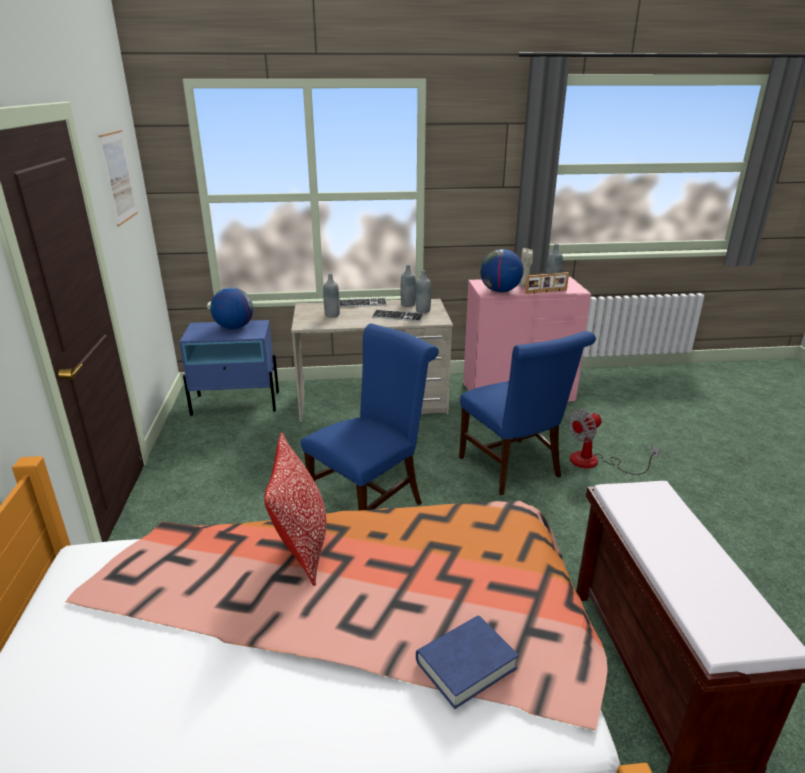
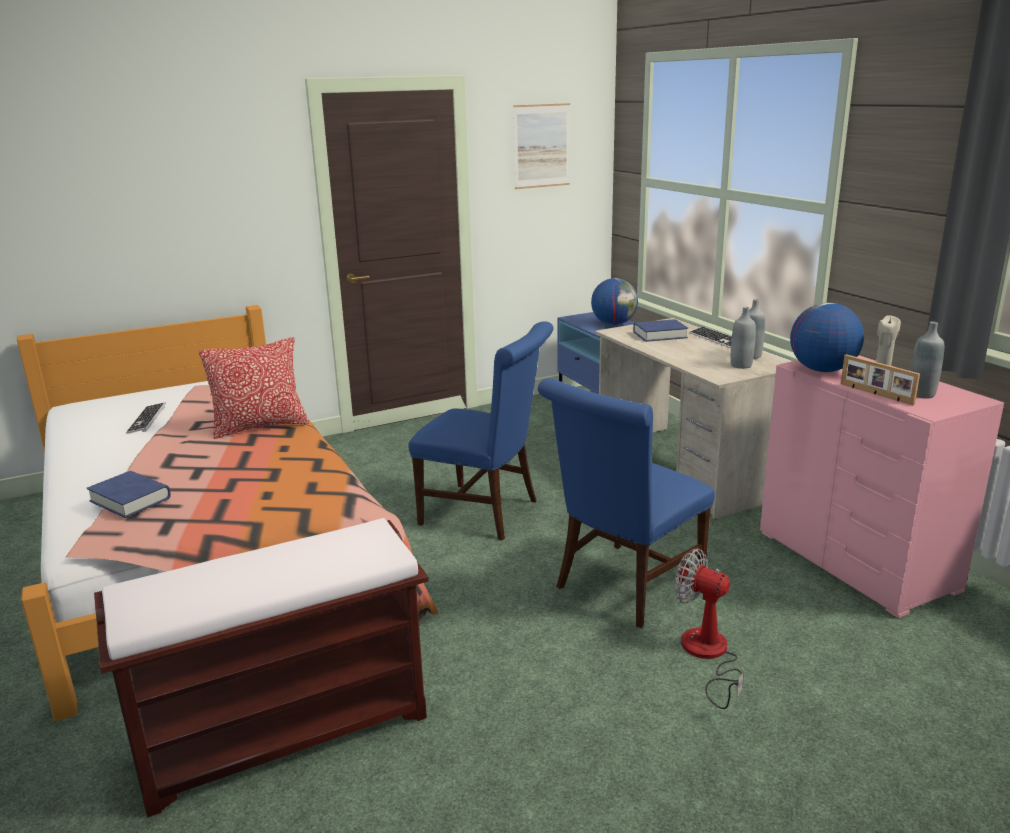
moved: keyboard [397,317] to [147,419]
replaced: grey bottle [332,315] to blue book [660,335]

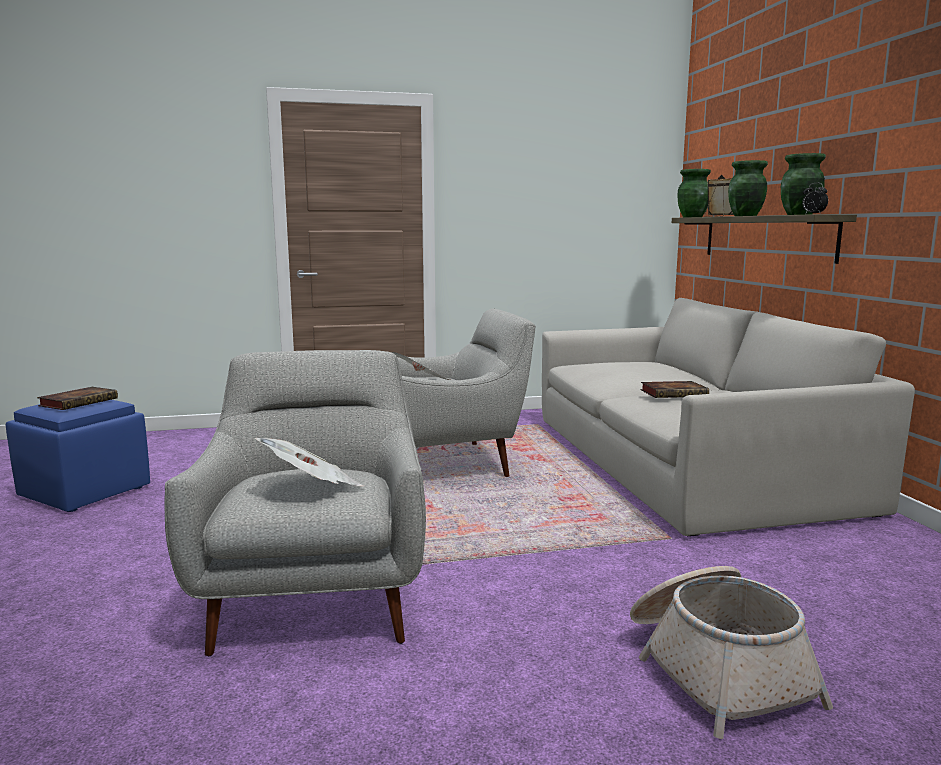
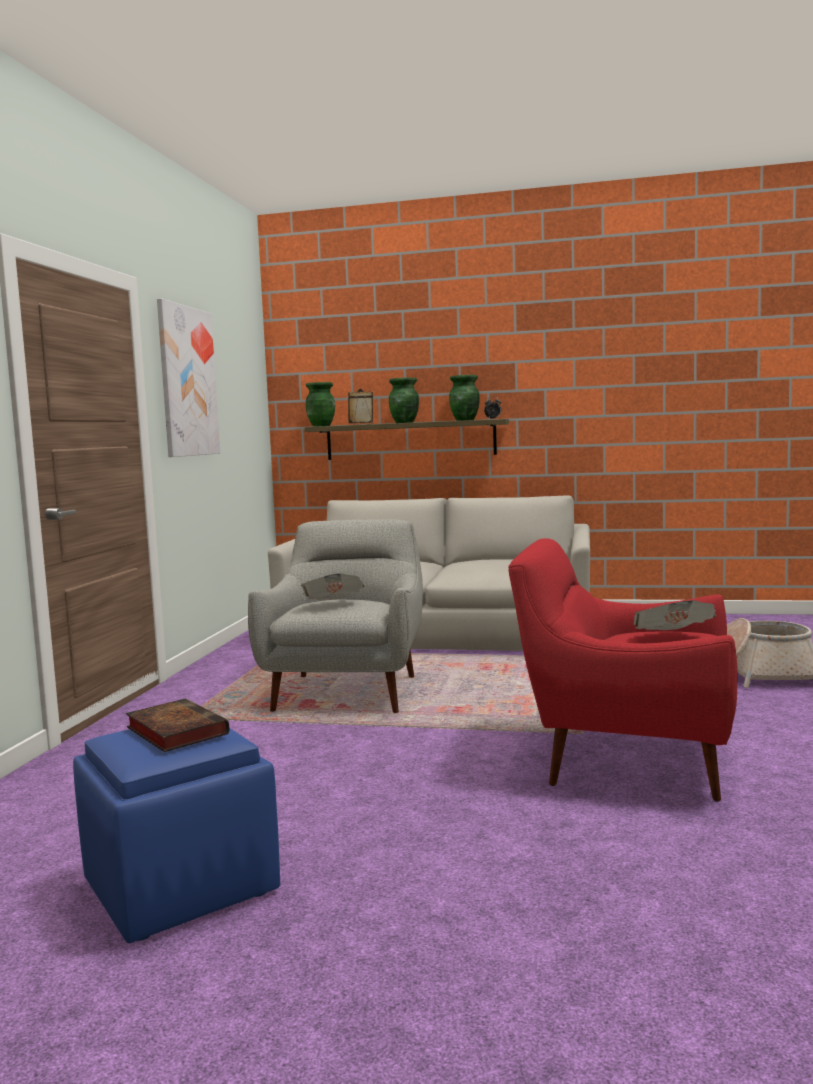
removed: book [675,393]
added: picture [187,381]
recoloured: grey armchair [316,596] to red armchair [624,759]

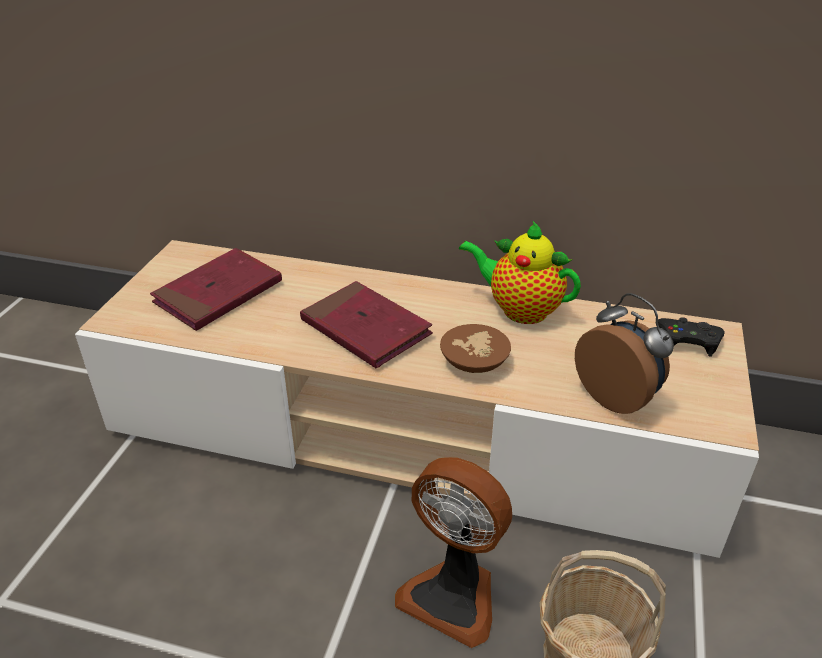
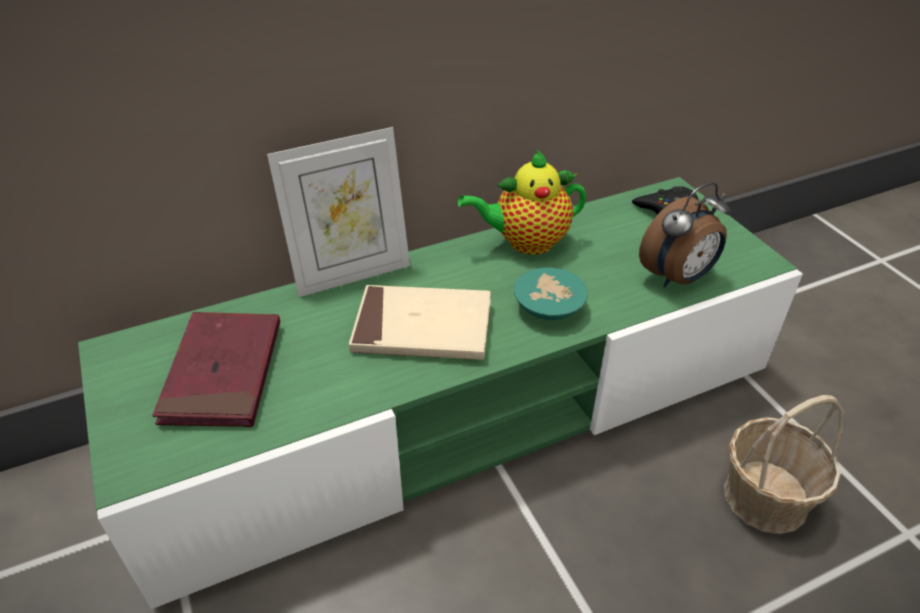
removed: fan [453,595]
added: picture frame [351,274]
recoloured: beige tv stand [411,430] to green tv stand [460,407]; red book [365,329] to beige book [422,328]; brown bowl [475,360] to turquoise bowl [548,305]
turned: alarm clock [617,397] = [678,278] 135 degrees clockwise

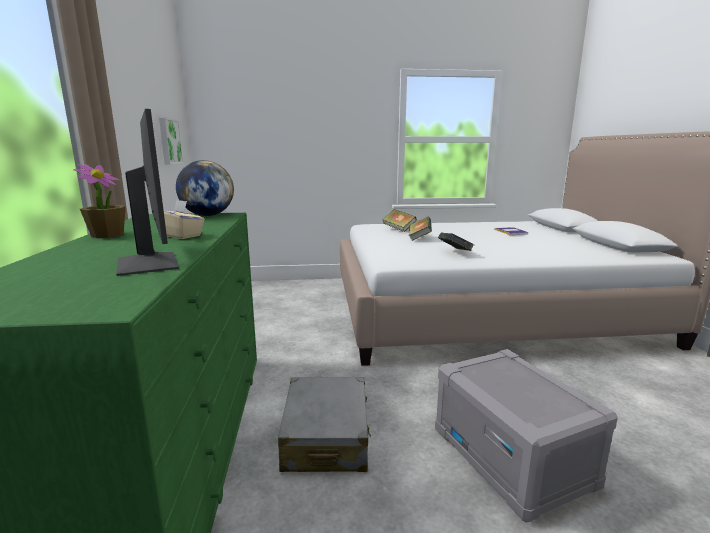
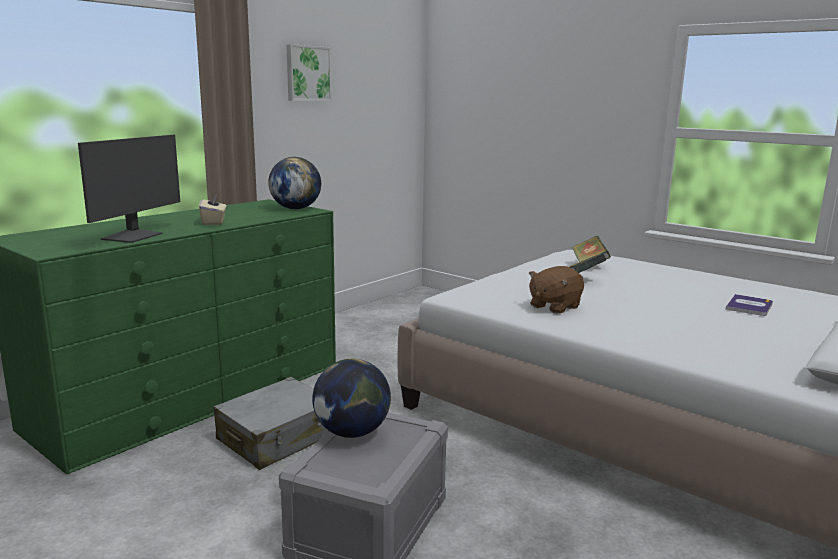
removed: potted plant [107,235]
added: globe [352,432]
moved: picture [169,141] to [307,73]
replaced: book [454,253] to brown plush toy [554,306]

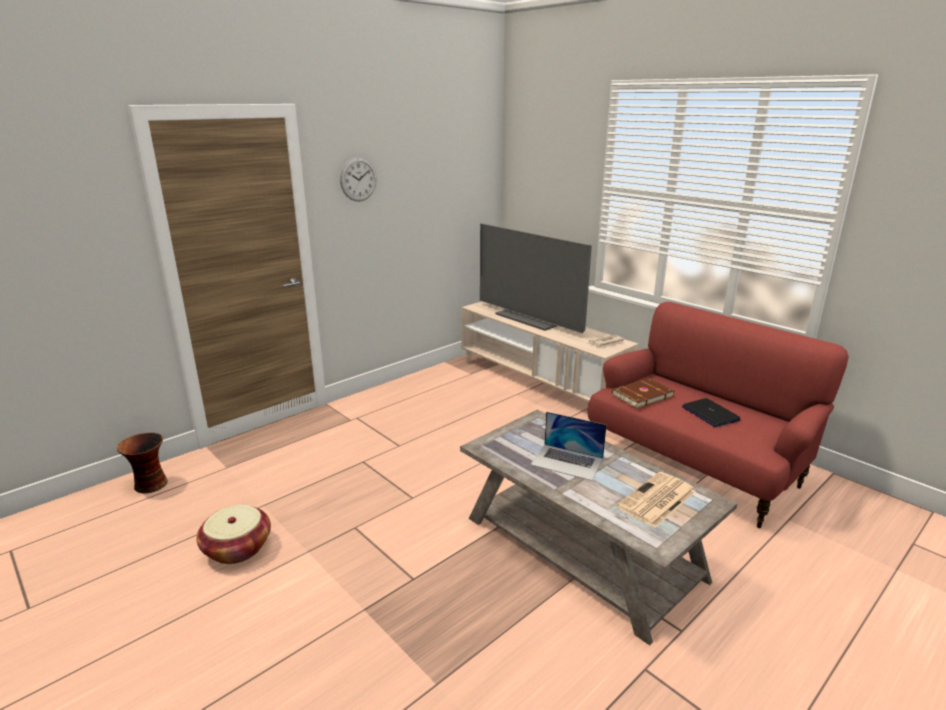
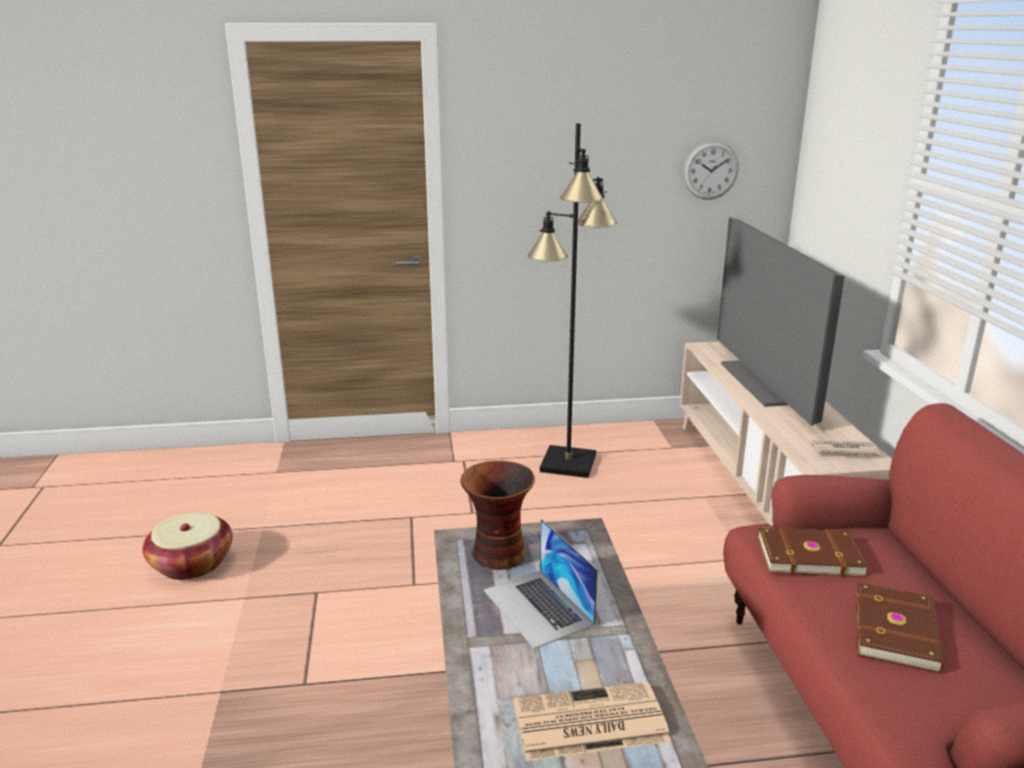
added: black floor lamp [567,463]
moved: vase [150,485] to [497,555]; wall clock [358,179] to [710,170]
replaced: laptop [710,413] to brown book [898,630]

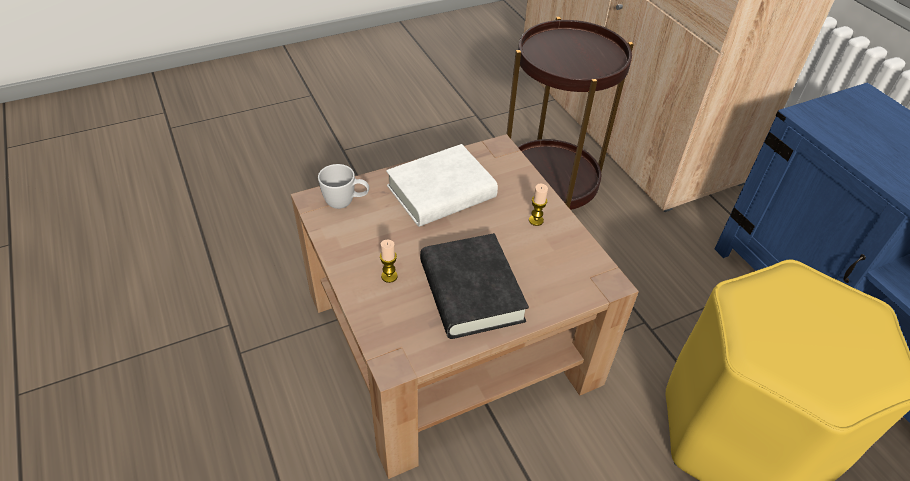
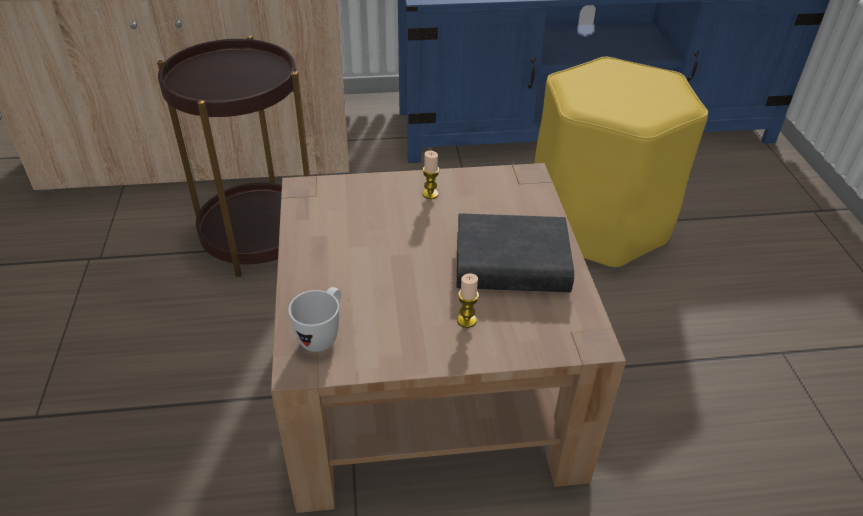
removed: white book [441,192]

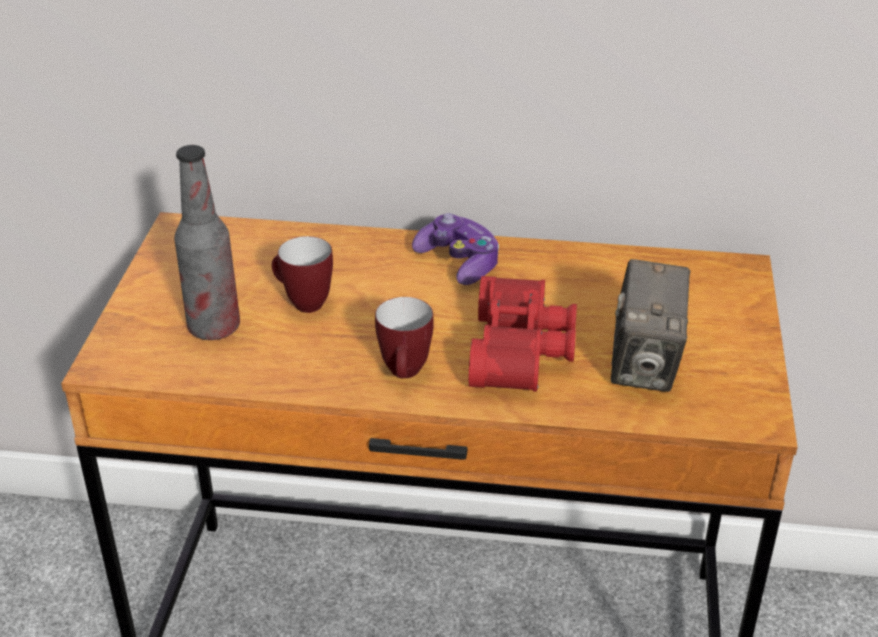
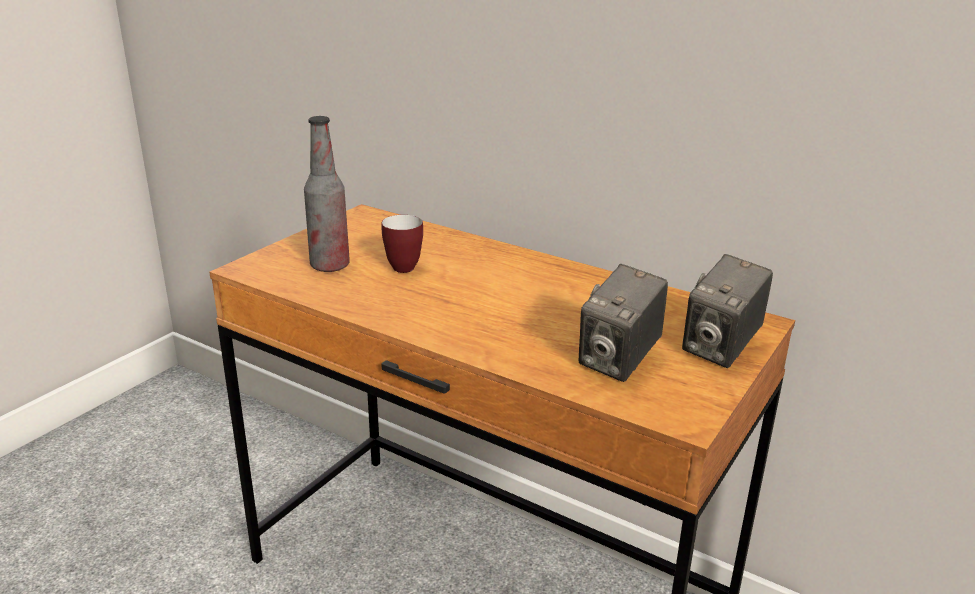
removed: mug [405,375]; game controller [459,262]; red binoculars [523,351]
added: photo camera [720,349]

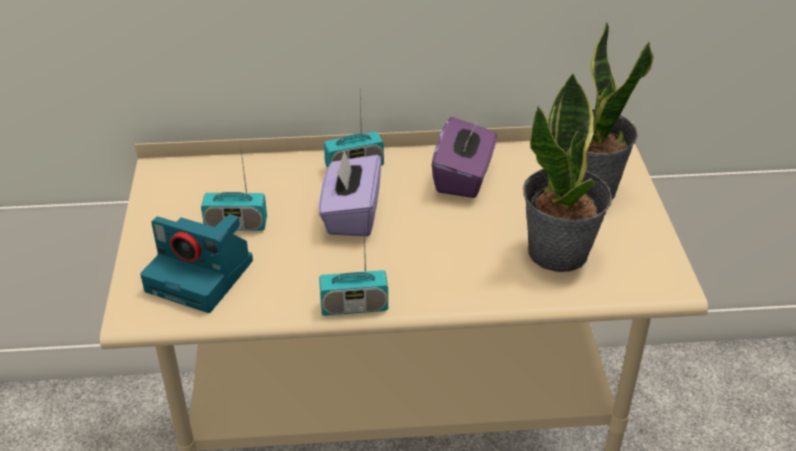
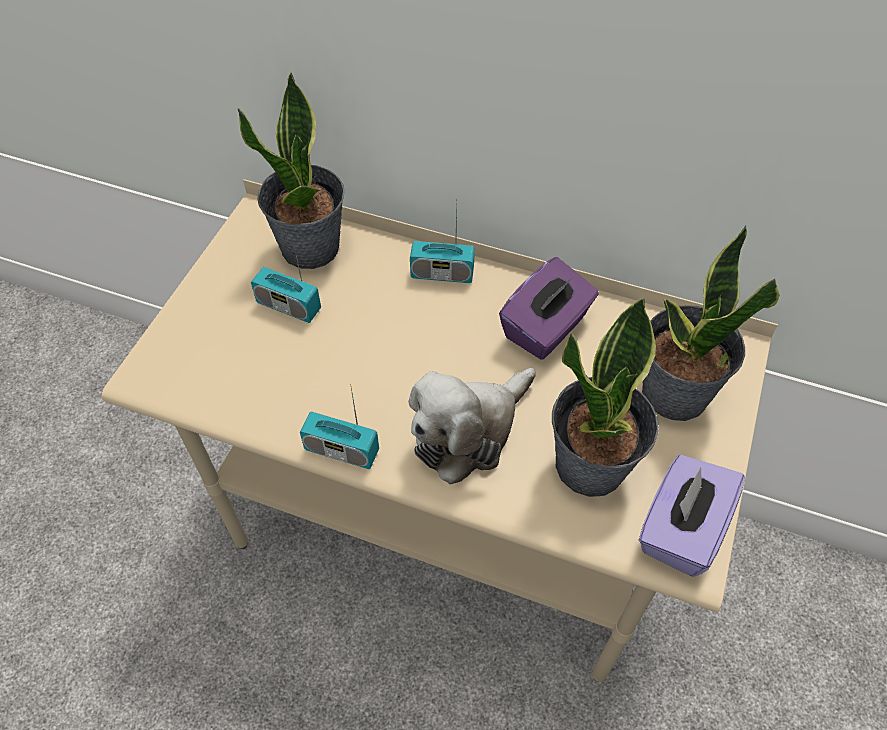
removed: photo camera [202,276]
added: potted plant [311,248]; plush toy [469,431]
moved: purple tissue box [351,215] to [680,529]

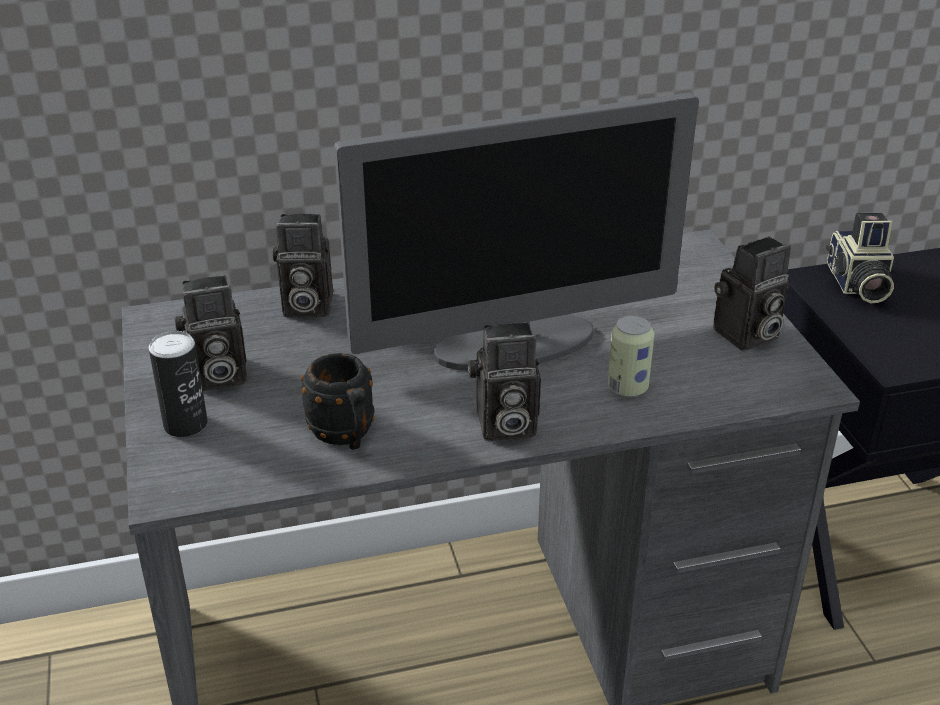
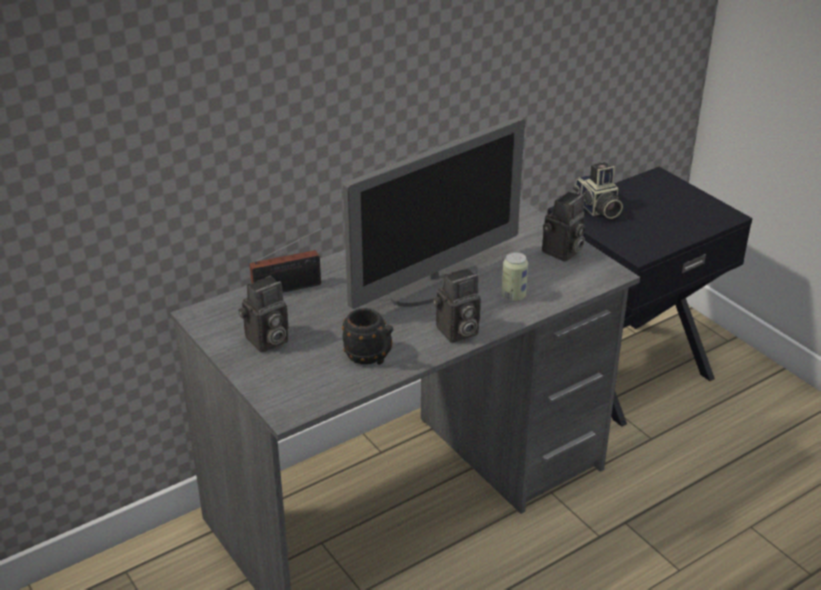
removed: can [185,424]
replaced: photo camera [304,307] to radio [291,288]

